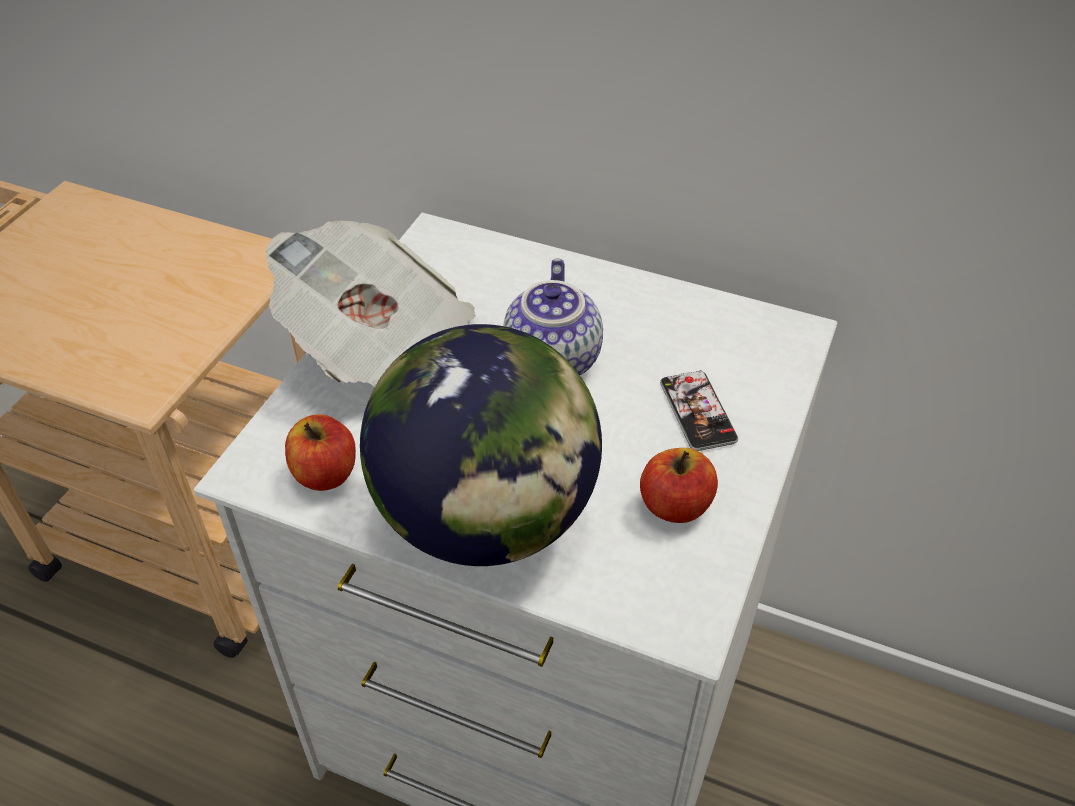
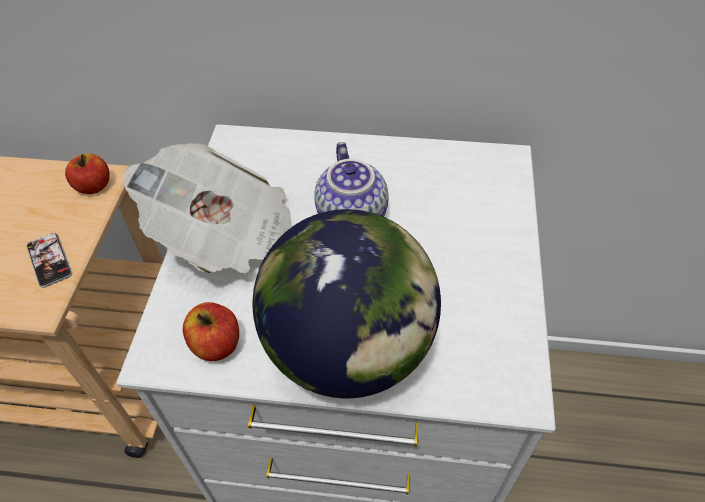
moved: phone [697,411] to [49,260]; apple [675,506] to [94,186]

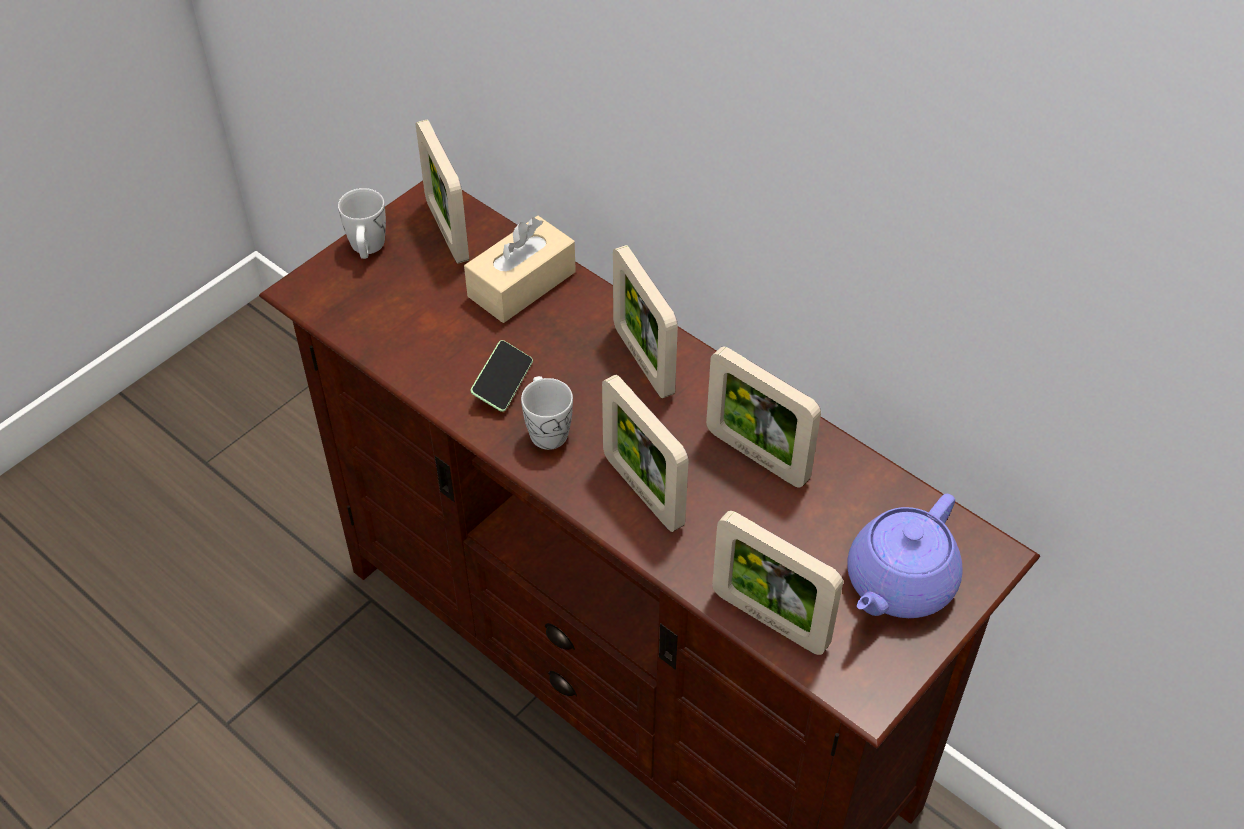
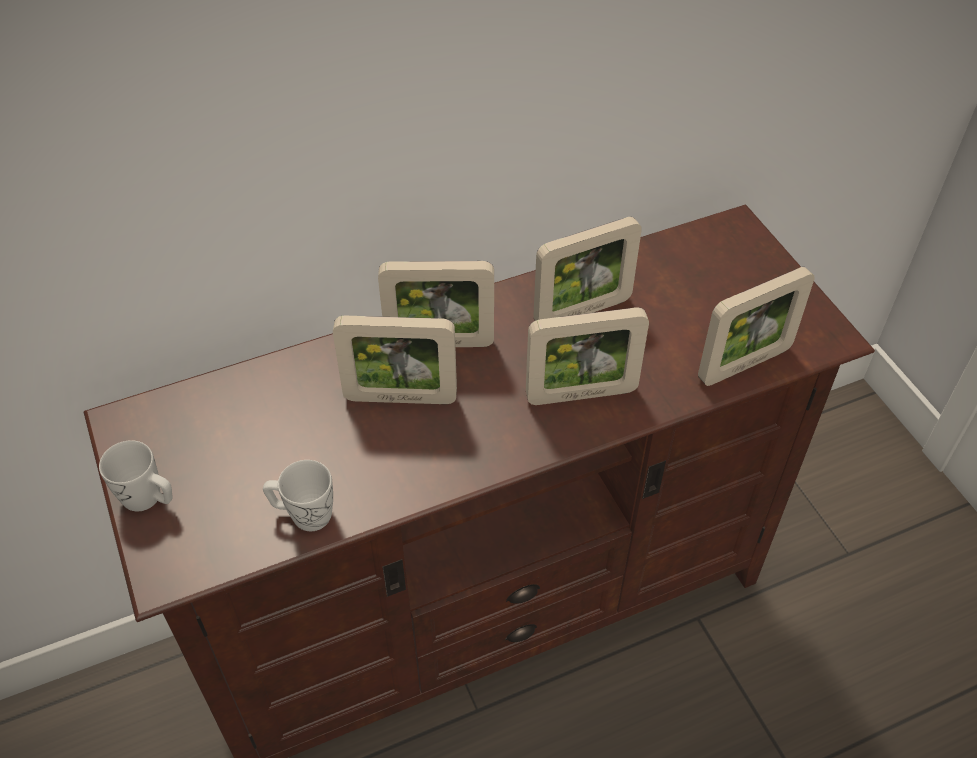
removed: beige tissue box [521,284]; phone [503,383]; purple teapot [898,583]
moved: white mug [546,429] to [303,514]; picture frame [447,231] to [400,398]

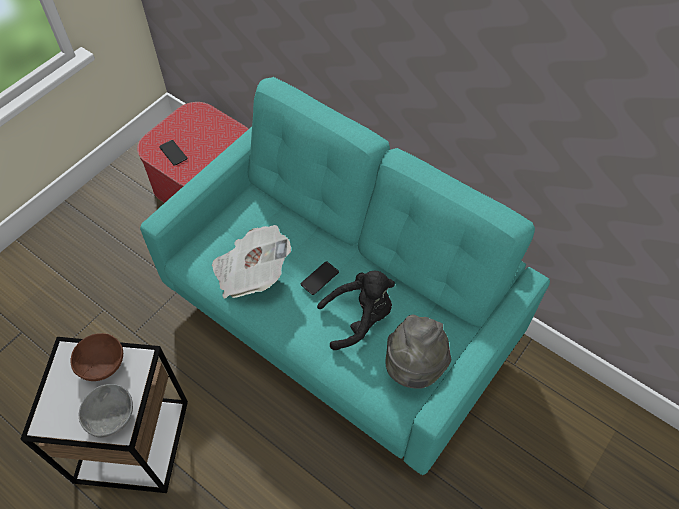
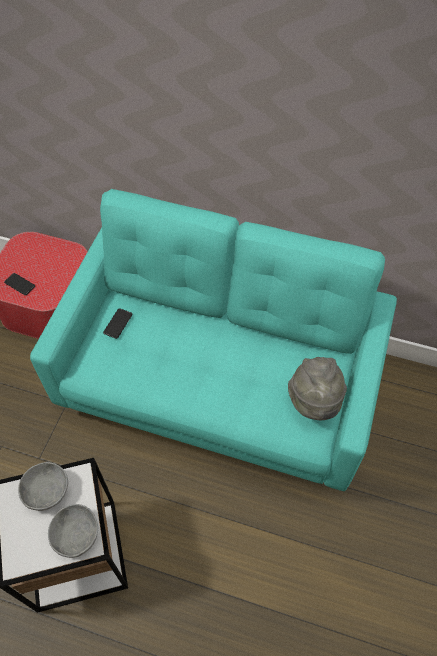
removed: newspaper [251,273]; black plush toy [359,318]
moved: phone [319,278] to [118,323]
recoloured: brown bowl [102,365] to grey bowl [48,492]

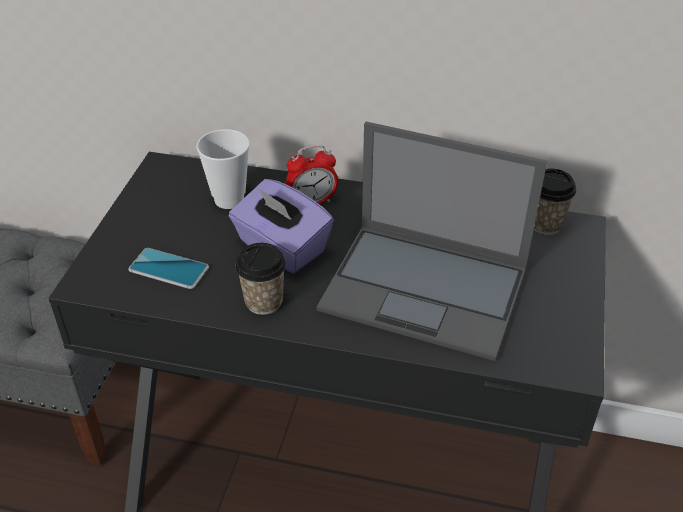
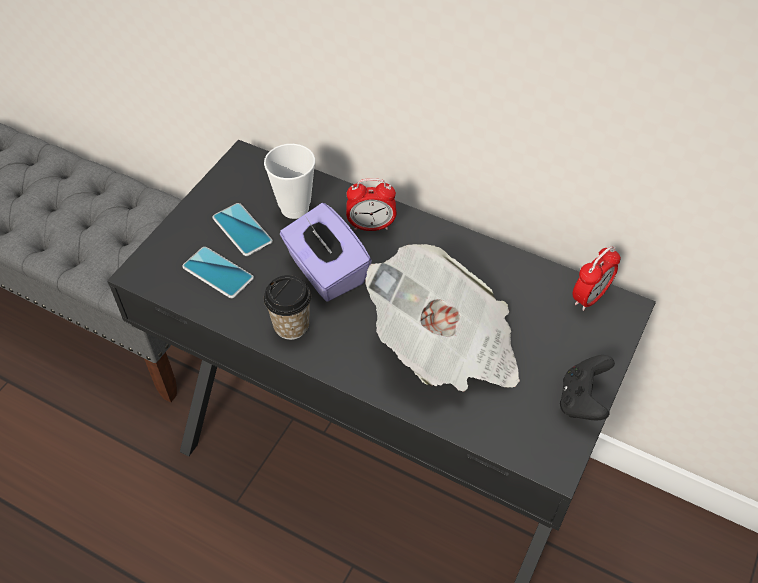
added: phone [242,230]; black game controller [582,401]
replaced: laptop [427,289] to newspaper [445,346]; cup [545,224] to alarm clock [589,297]

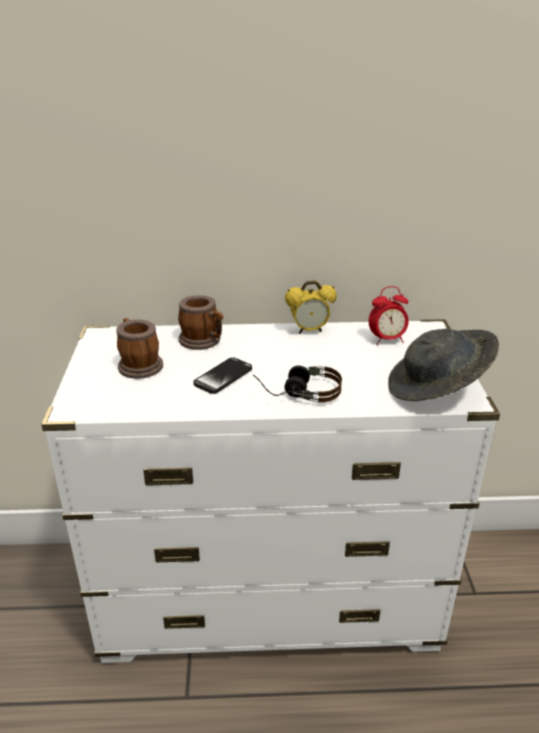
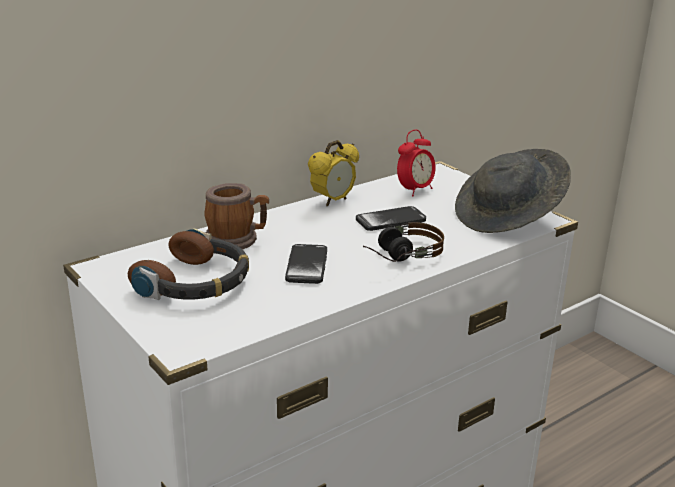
added: phone [390,220]
replaced: mug [138,364] to headphones [195,282]

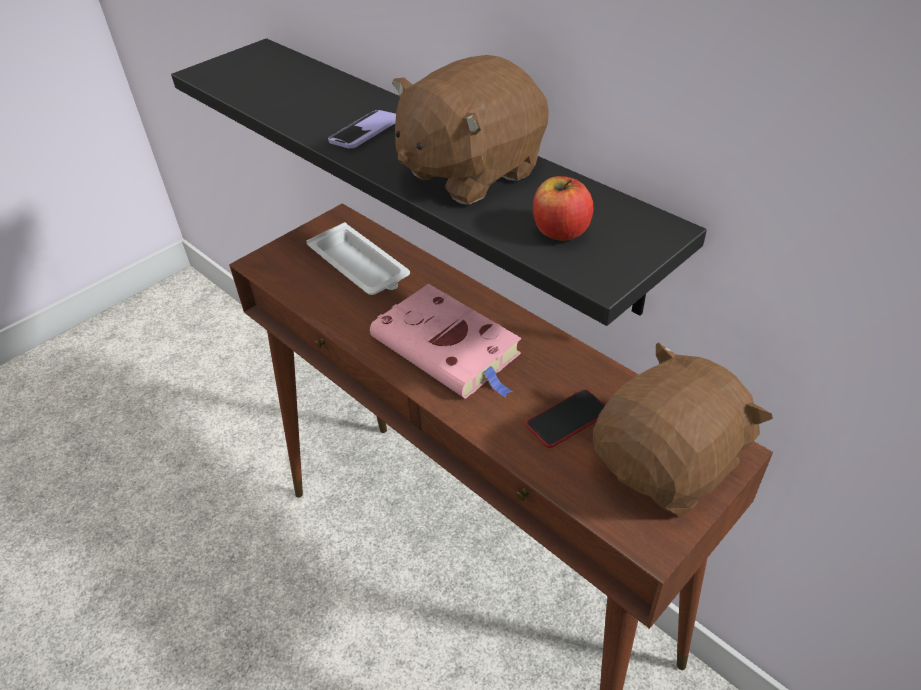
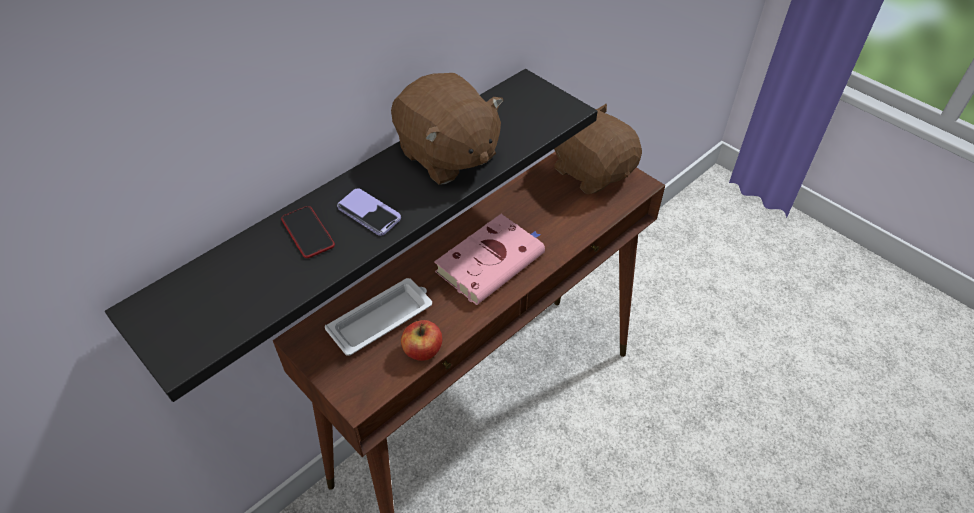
moved: phone [567,419] to [308,233]; apple [560,231] to [423,350]

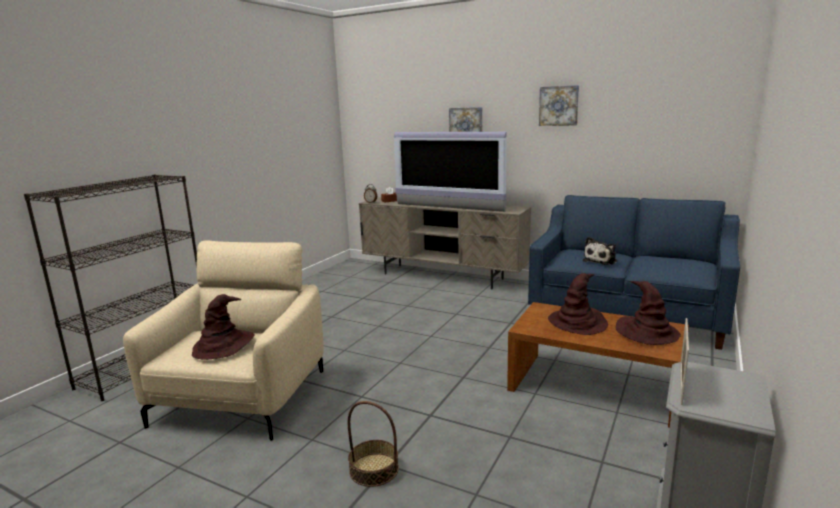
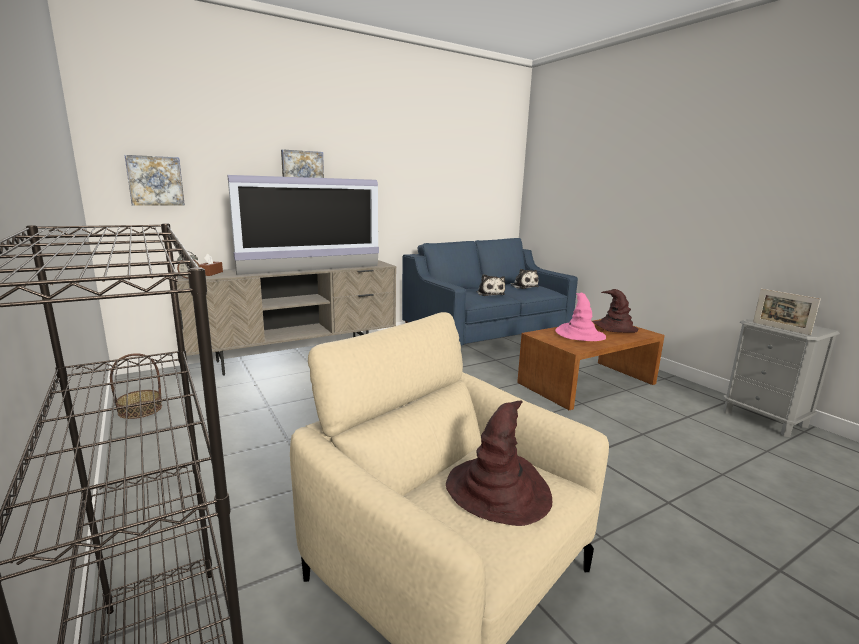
added: plush toy [523,286]
moved: basket [374,469] to [140,410]; picture [559,106] to [155,181]
recoloured: brown hat [578,323] to pink hat [579,335]

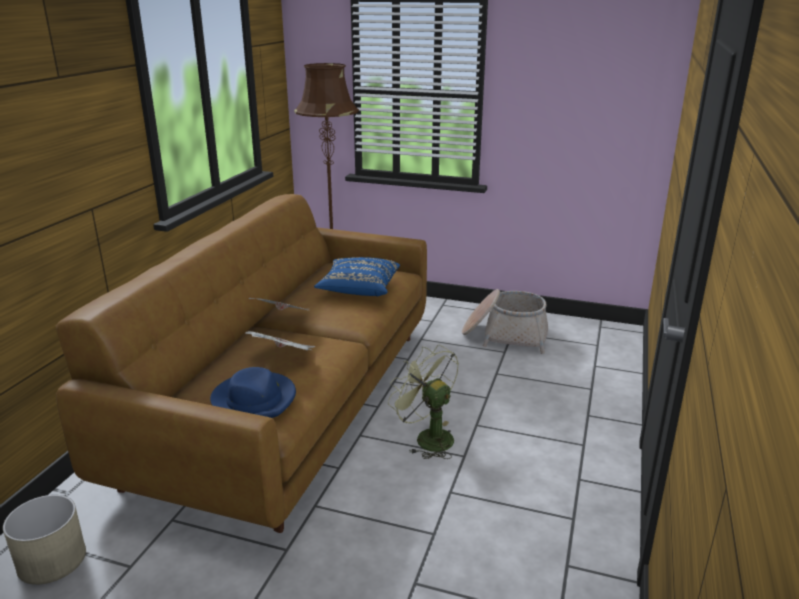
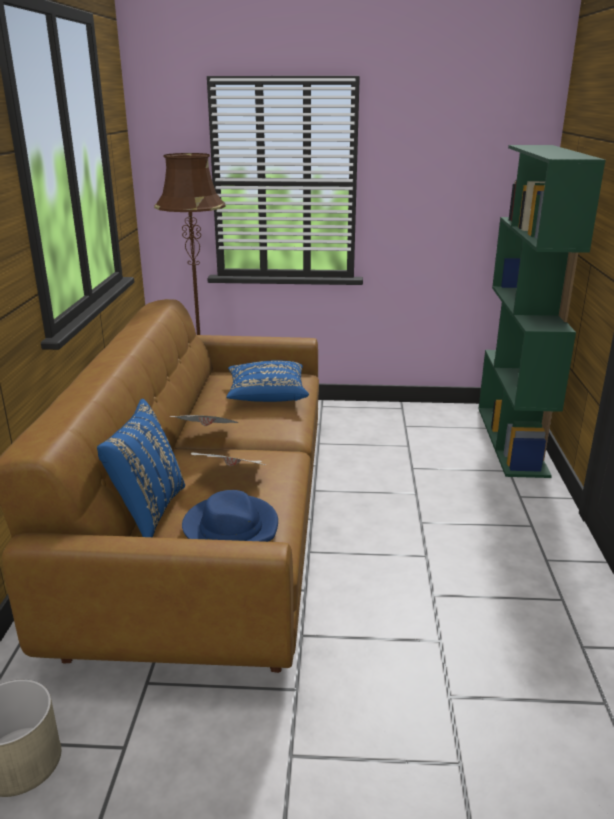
removed: green fan [427,437]; basket [505,335]
added: blue pillow [148,511]; green bookcase [512,440]

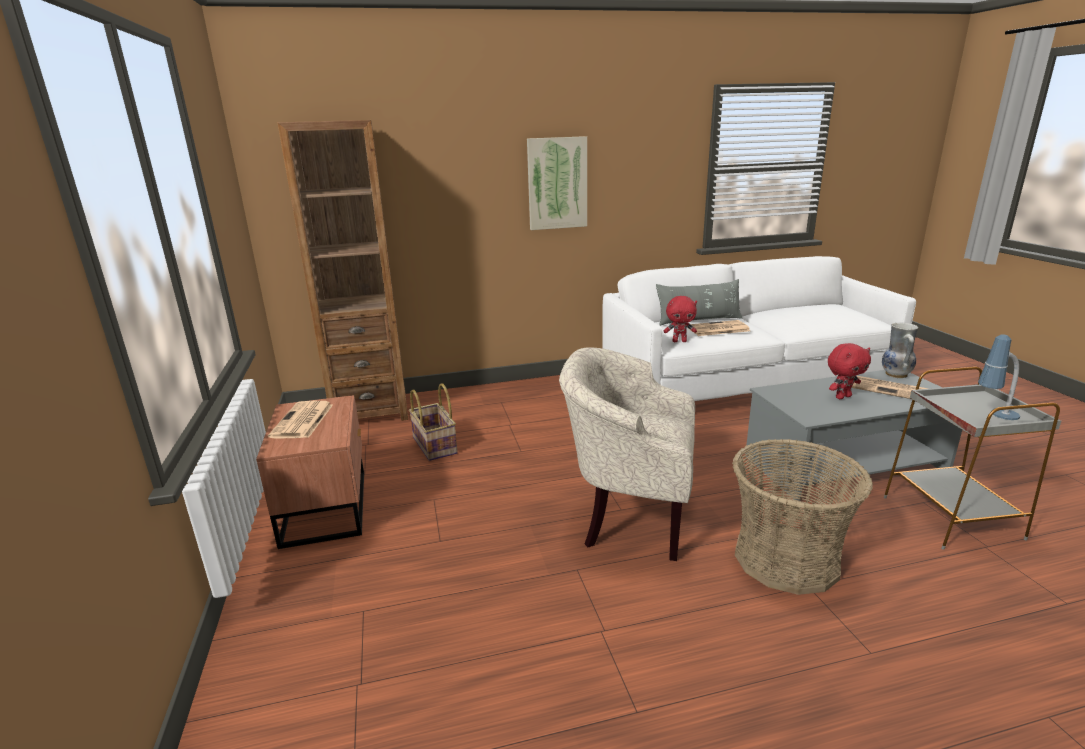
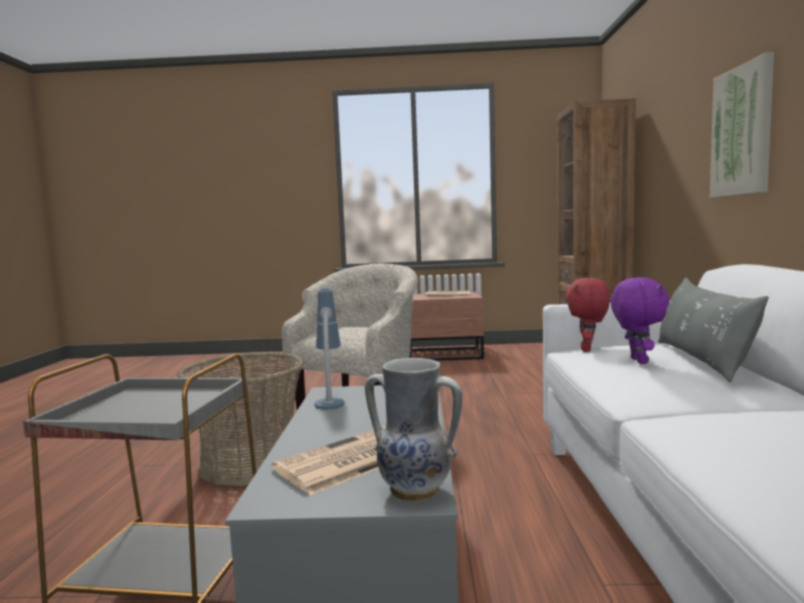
removed: basket [435,445]; red plush toy [842,396]
moved: table lamp [993,418] to [330,398]
replaced: newspaper [717,329] to purple plush toy [637,361]

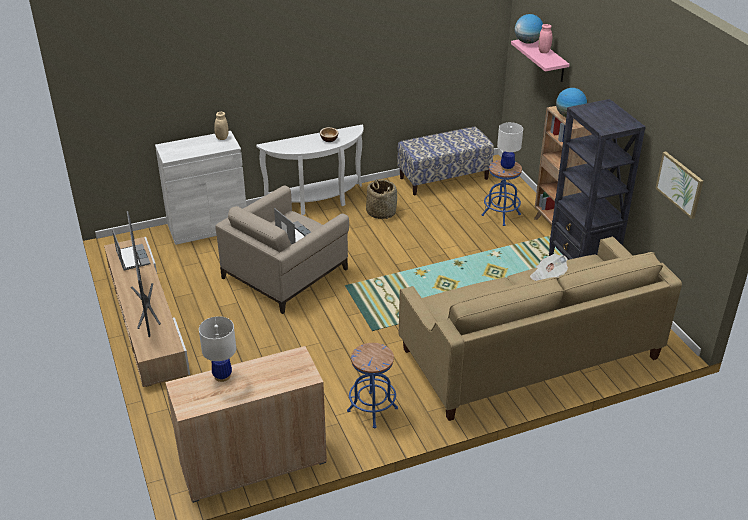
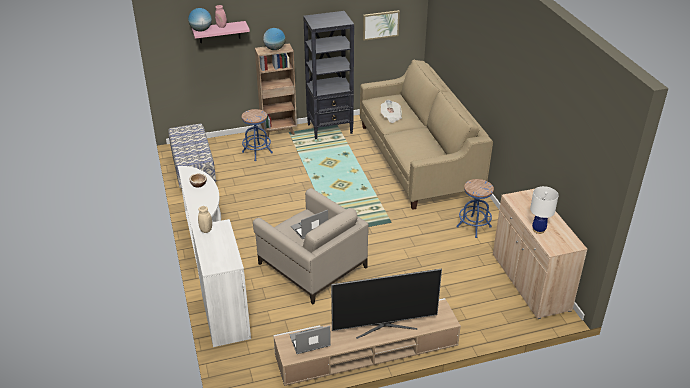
removed: basket [381,212]; white table lamp [507,168]

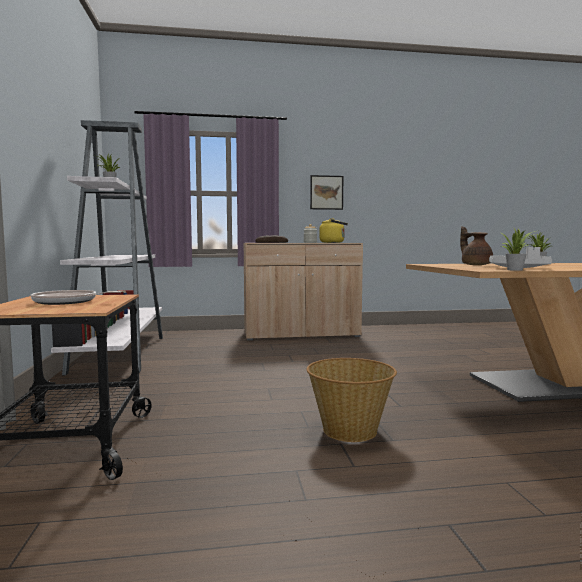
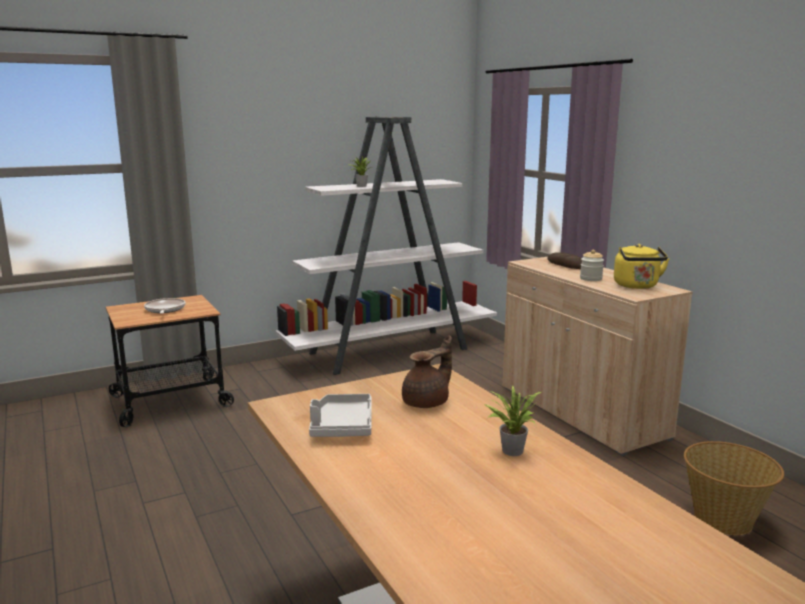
removed: picture [326,192]; potted plant [517,270]
moved: basket [350,430] to [724,519]

